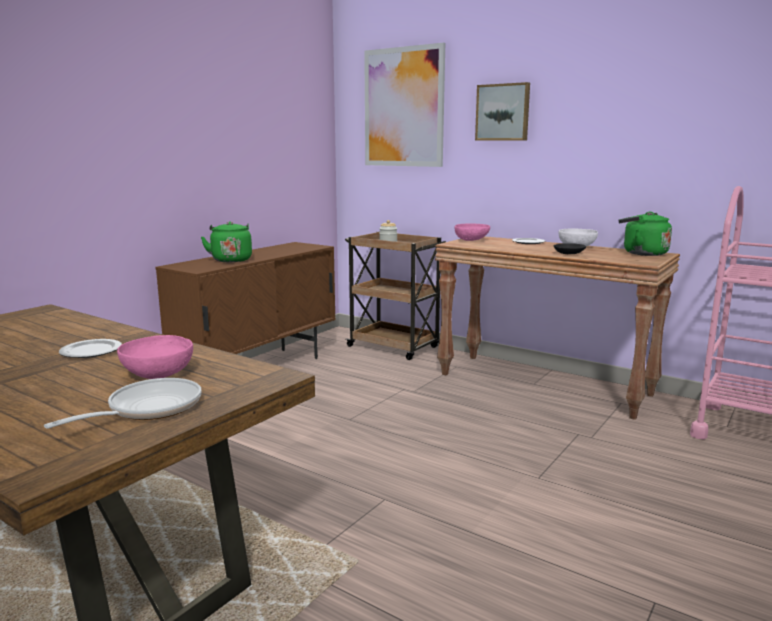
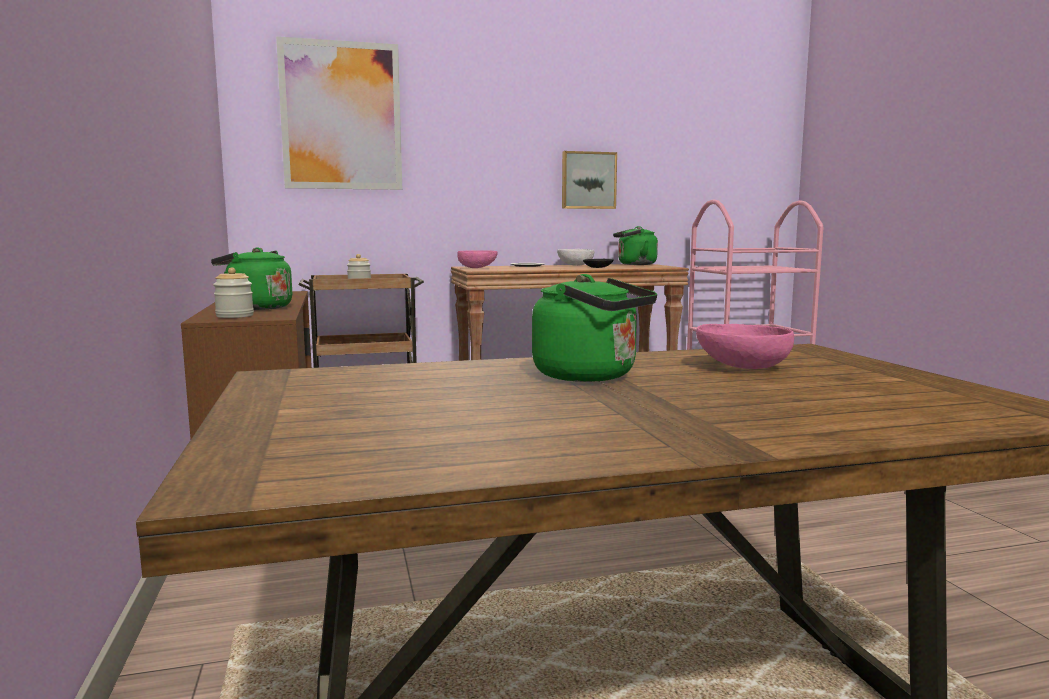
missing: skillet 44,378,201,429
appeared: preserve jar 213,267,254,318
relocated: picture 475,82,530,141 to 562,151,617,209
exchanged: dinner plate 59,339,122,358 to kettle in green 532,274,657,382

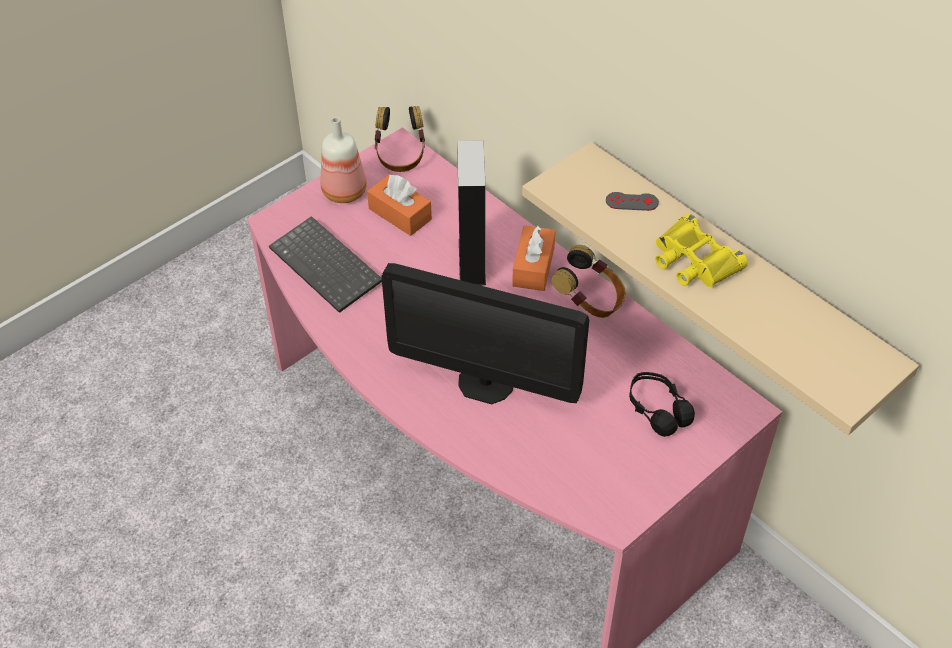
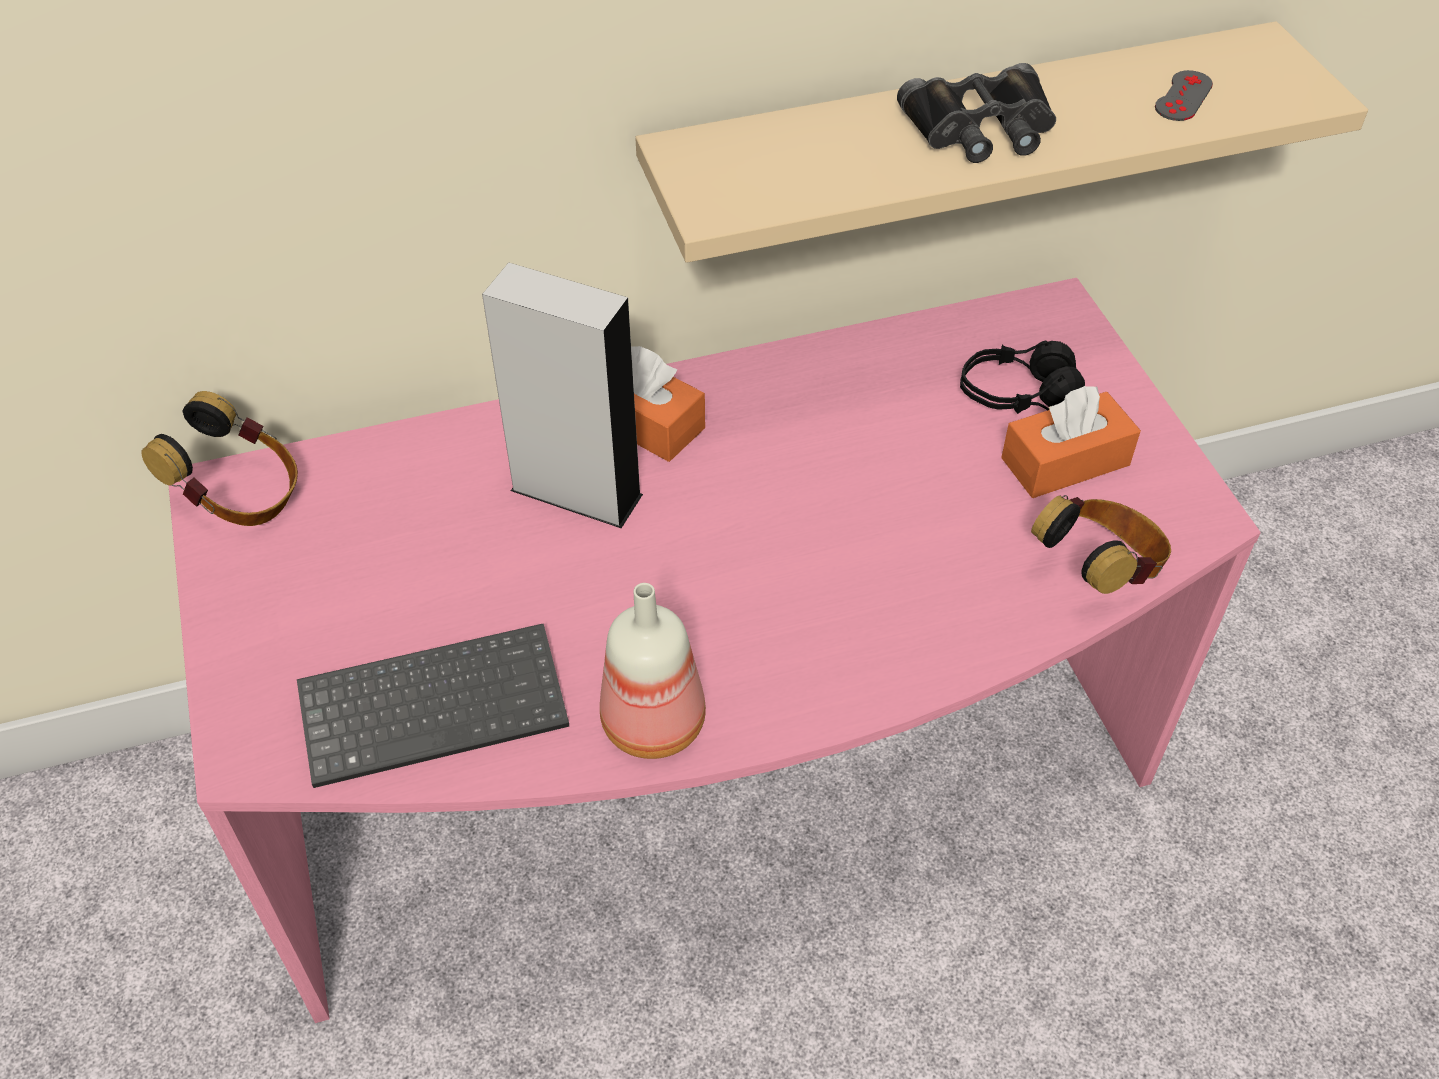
missing: computer screen 381,263,589,404
relocated: bottle 320,117,367,203 to 600,583,706,759; tissue box in orangey 367,175,432,236 to 1001,386,1141,498; joypad in grey 606,192,659,211 to 1155,70,1213,121; headset 552,245,626,318 to 1031,495,1171,594
colour: binoculars in yellow-coloured 656,214,748,287 to binoculars in black 897,63,1056,163

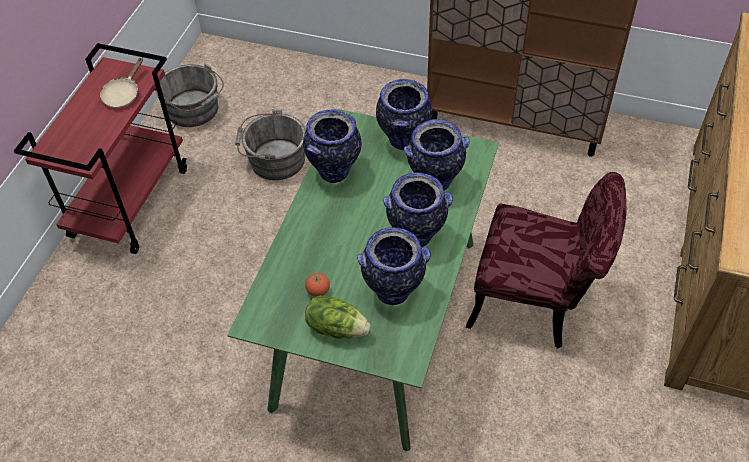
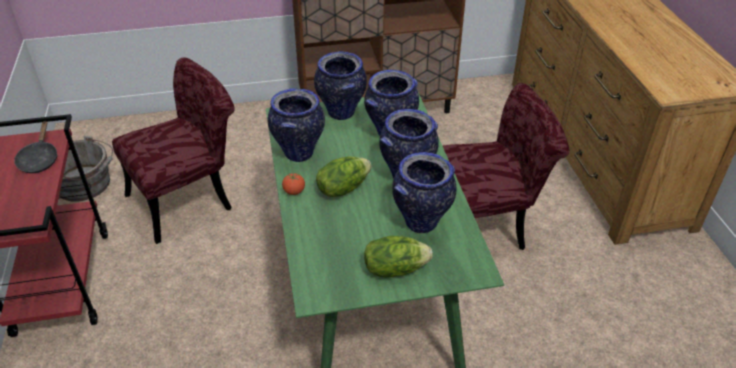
appeared: lettuce 316,156,372,197
relocated: whole tomato 305,273,330,297 to 282,173,305,195
exchanged: water bucket in grey 235,109,306,180 to chair in red-coloured 112,57,235,244
colour: skillet in sand-coloured 100,57,143,108 to skillet in black 14,121,58,173

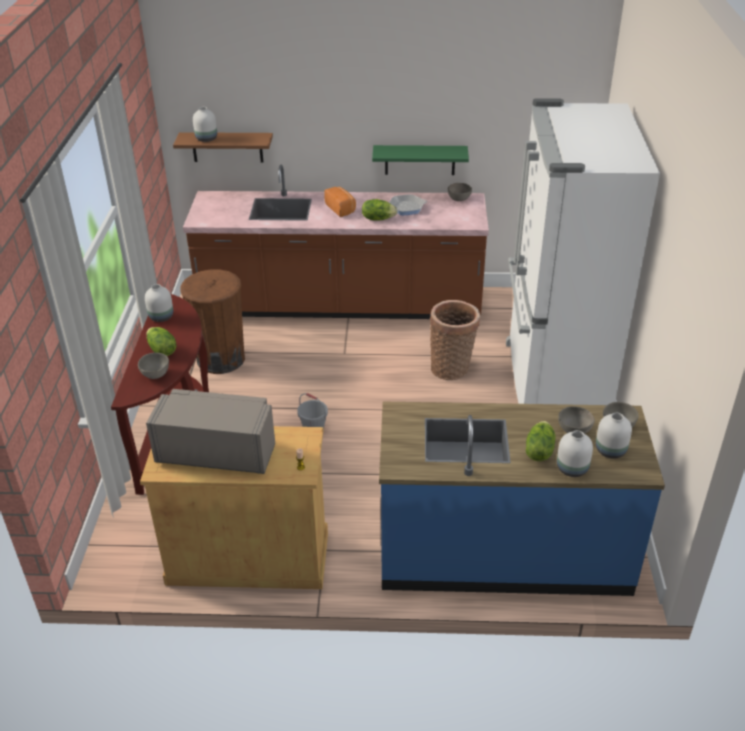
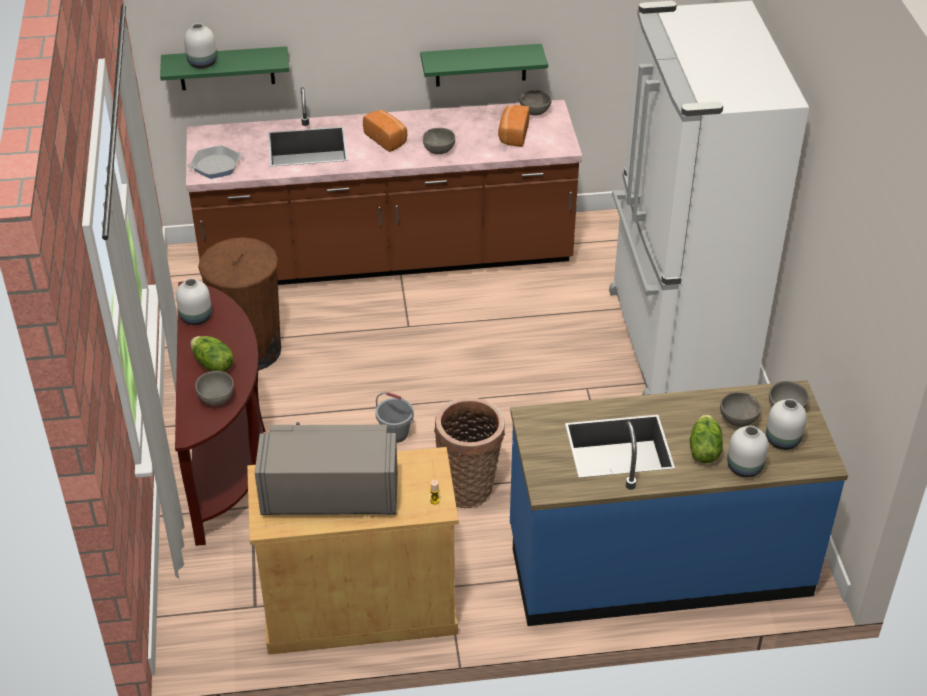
appeared: bakery bread 498,105,530,147
relocated: skillet 389,194,427,215 to 188,145,243,179; basket 430,300,480,380 to 434,397,505,508
exchanged: lettuce 362,199,397,220 to serving bowl in grey 423,128,455,154
colour: wall shelf in brown 173,132,273,162 to wall shelf in green 160,46,289,90

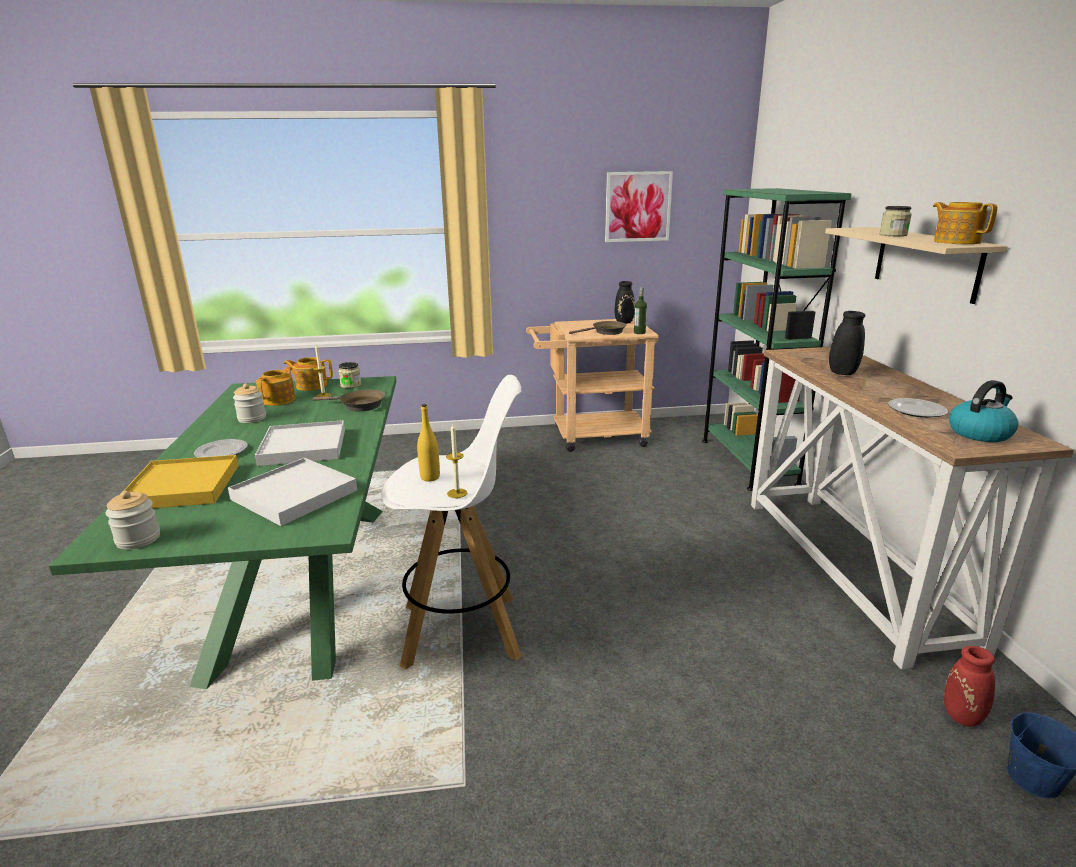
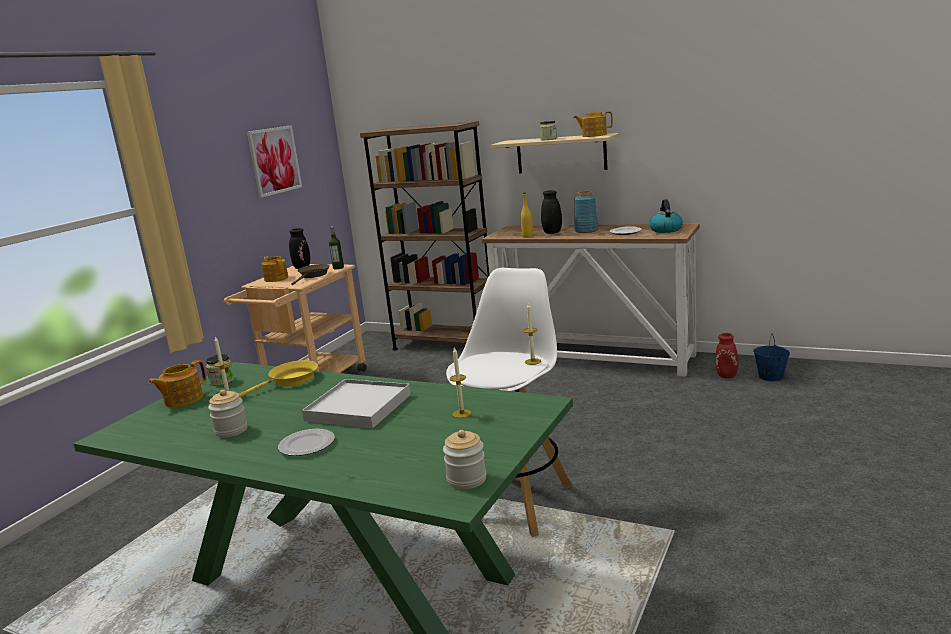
missing: tray in yellow-coloured 124,455,238,508
appeared: decorative vase in bluish 574,191,599,233
relocated: tea pot 256,367,296,406 to 261,256,288,282; bottle in yellow-coloured 417,404,440,482 to 521,193,533,238
exchanged: tray in whitish 228,458,357,526 to candle 450,347,472,418
colour: bookcase in green 702,188,852,491 to bookcase in brown 360,121,489,351; skillet in brown 313,390,385,411 to skillet in yellow-coloured 239,360,318,397

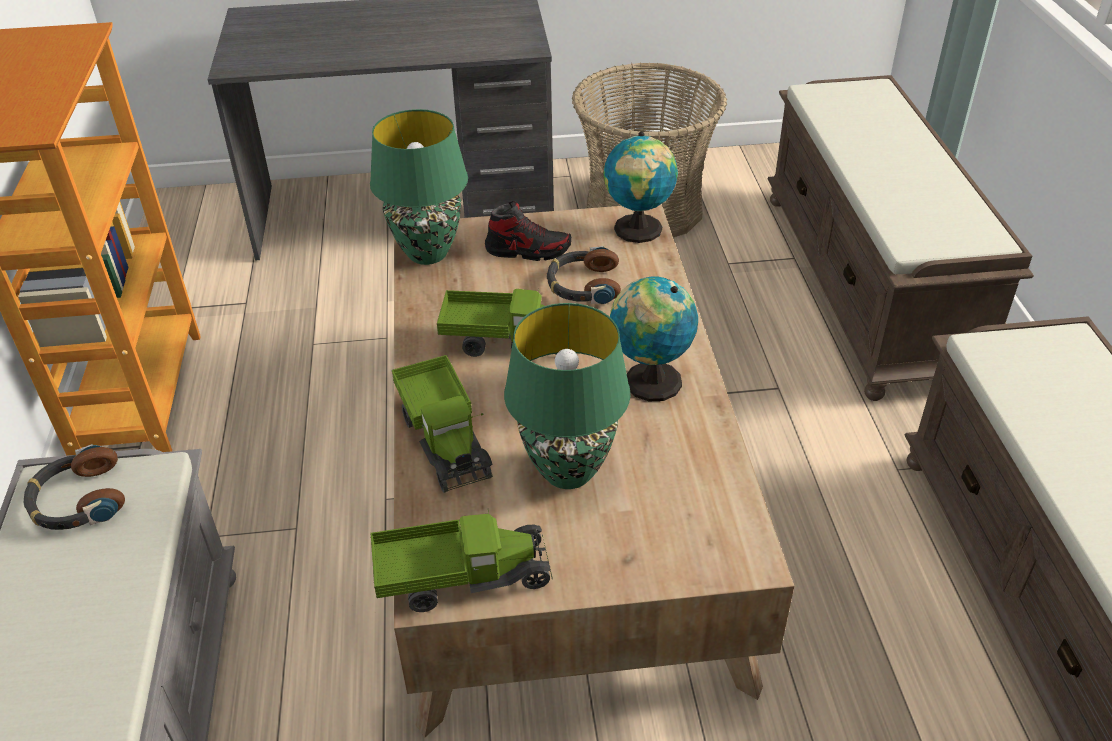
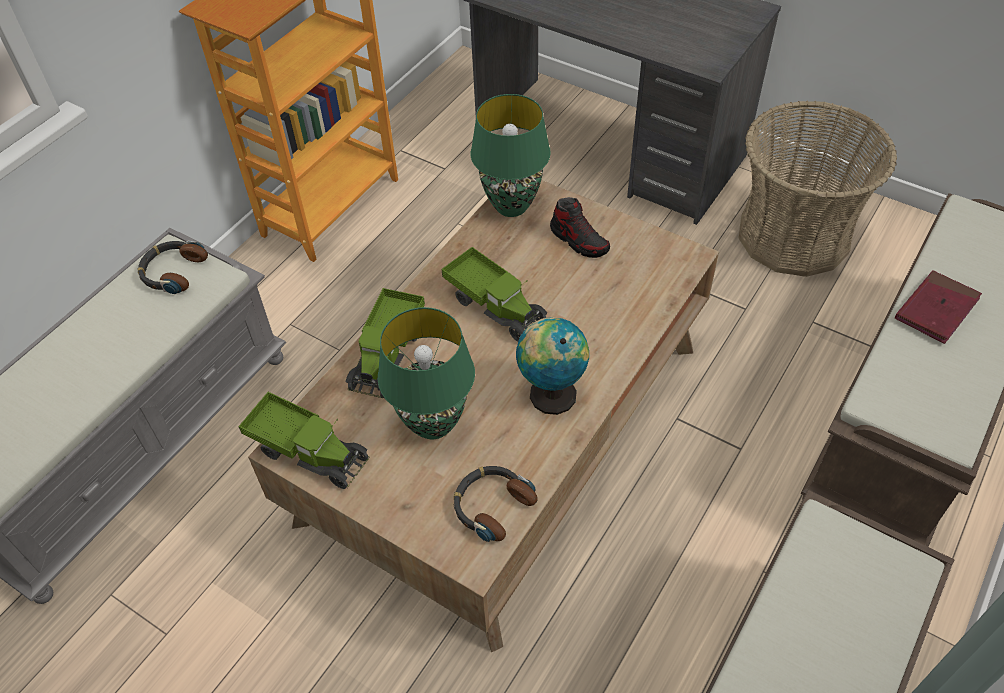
missing: world globe 603,131,678,243
appeared: volume in red-coloured 895,270,982,344
relocated: headset 547,246,621,305 to 454,466,538,542

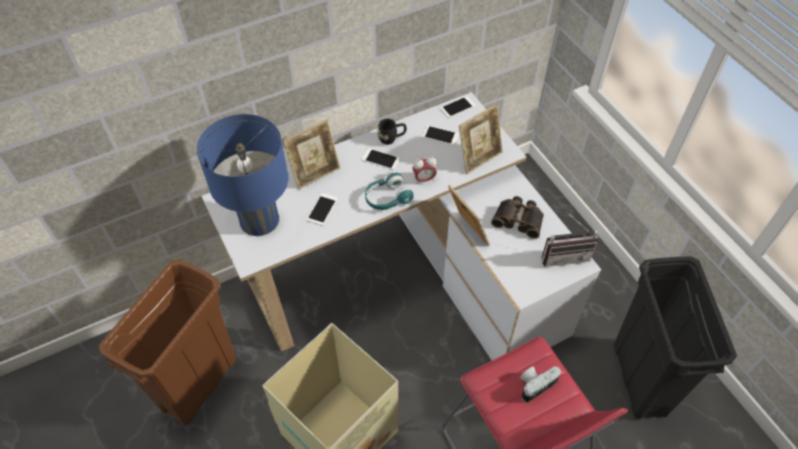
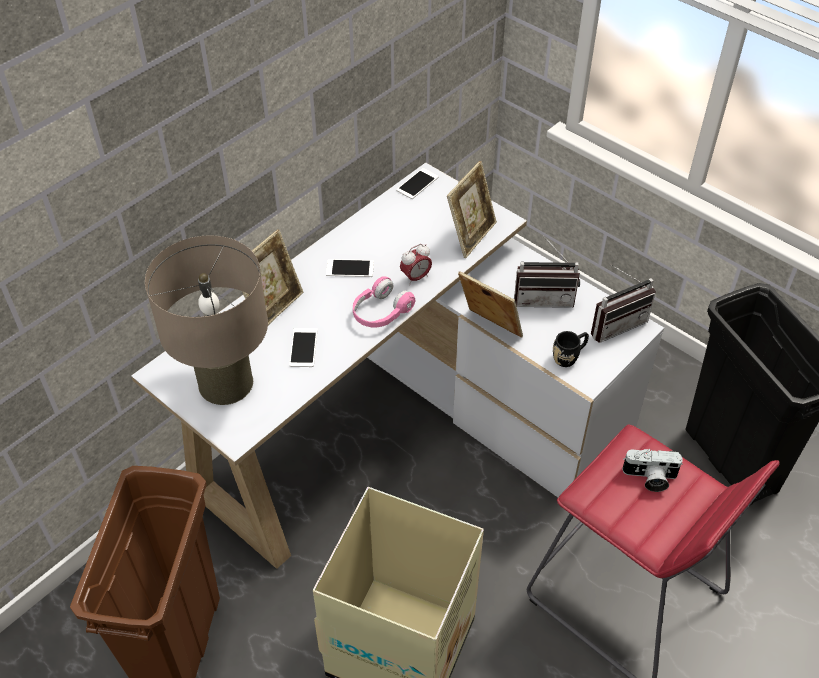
missing: phone 422,125,459,145
relocated: mug in black 377,119,407,145 to 553,331,589,367
exchanged: binoculars 491,196,544,239 to radio 514,235,580,308
colour: tabletop lamp in bluish 197,114,289,236 to tabletop lamp in sand-coloured 145,236,268,405; headset in blue-green 365,173,414,210 to headset in pinkish 353,276,415,327
spun: photo camera 520,367,561,403 = 622,449,683,492 120 degrees counterclockwise

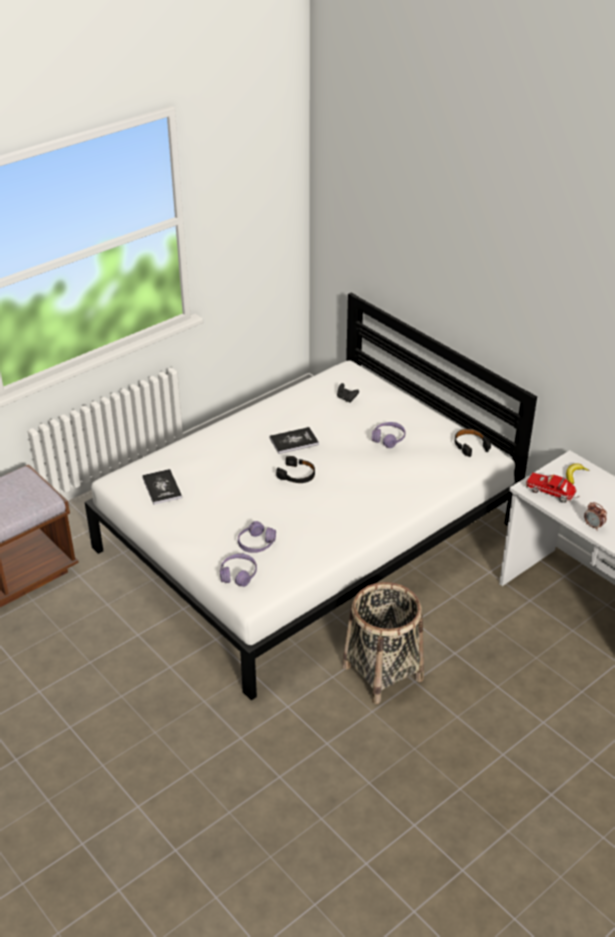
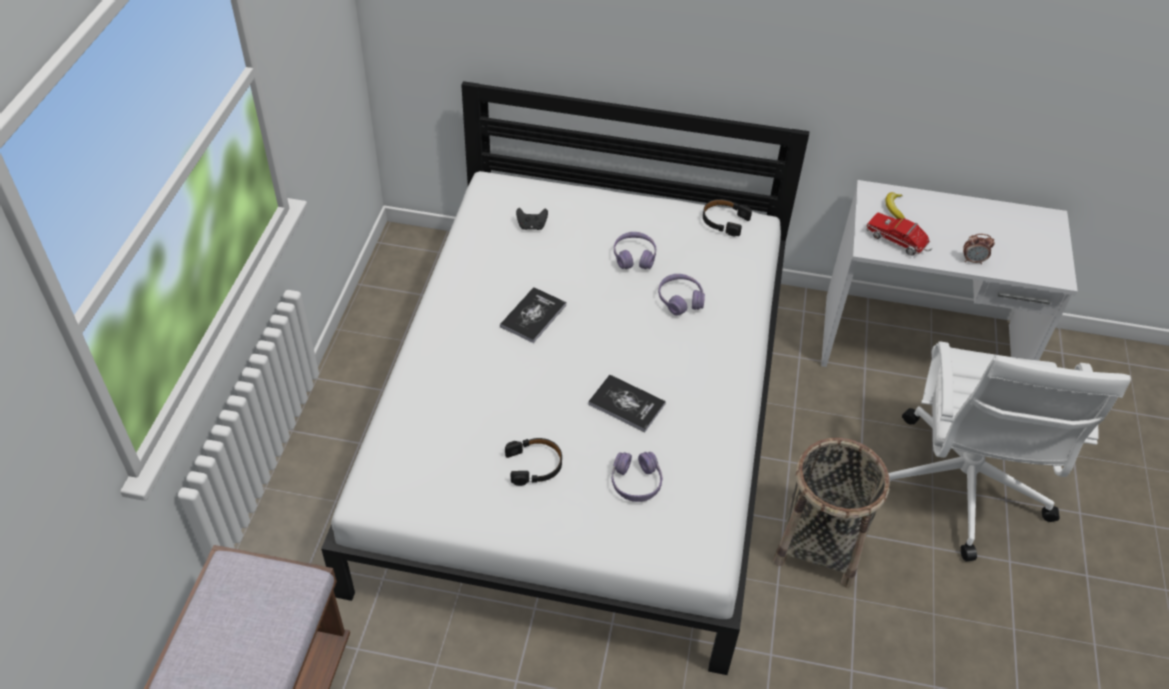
appeared: computer chair in whitish 888,342,1131,562
relocated: headset in black 276,456,315,483 to 505,438,562,486; volume 142,469,182,505 to 588,375,666,432; headset in purplish 220,554,257,587 to 658,274,705,316
spun: toy lorry 526,473,579,503 = 866,212,932,256 45 degrees clockwise

